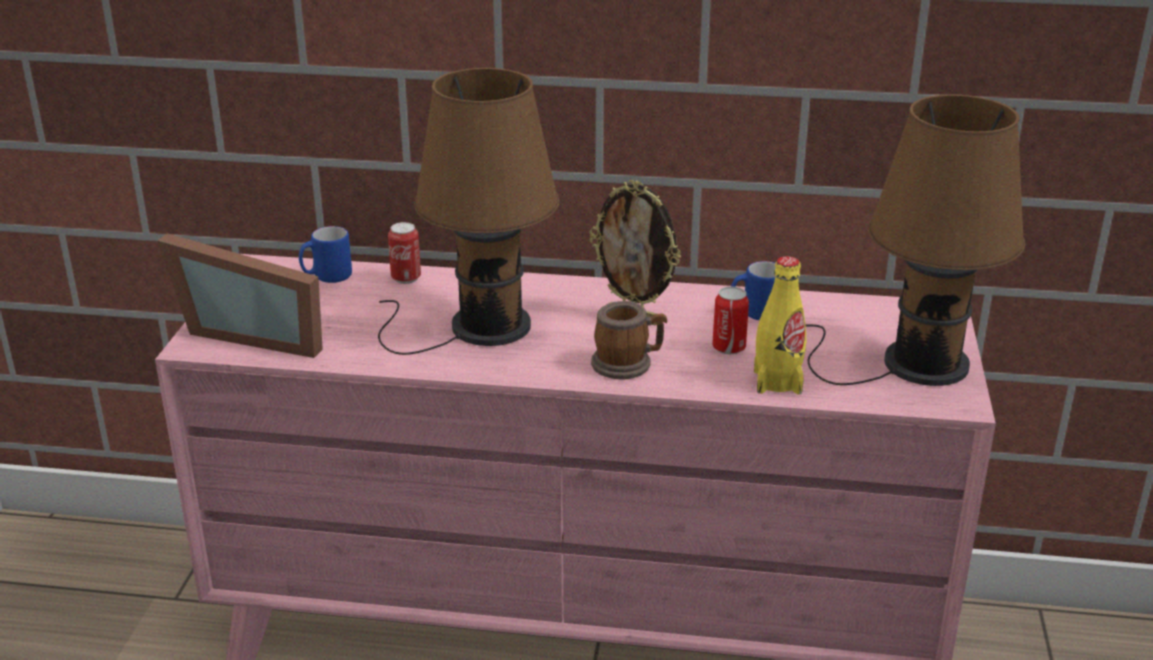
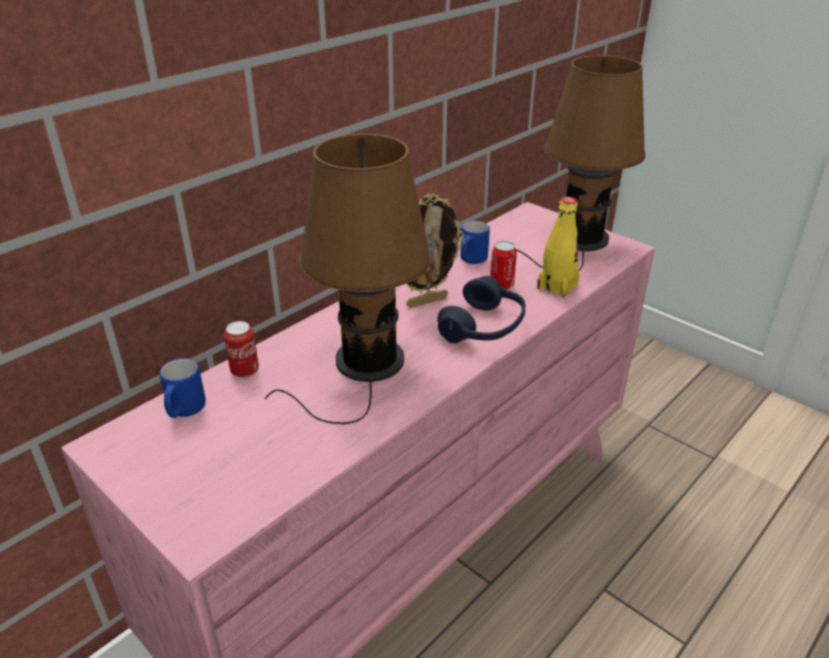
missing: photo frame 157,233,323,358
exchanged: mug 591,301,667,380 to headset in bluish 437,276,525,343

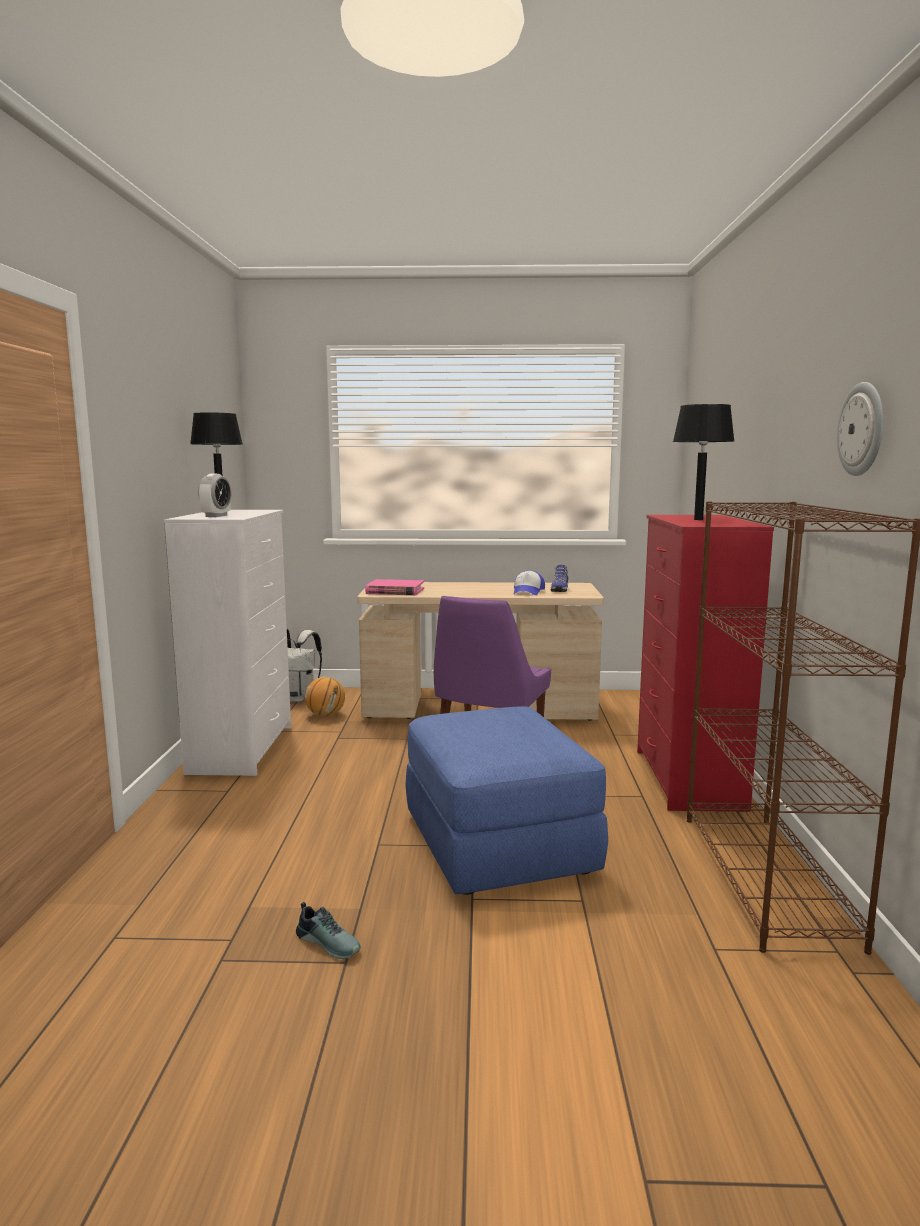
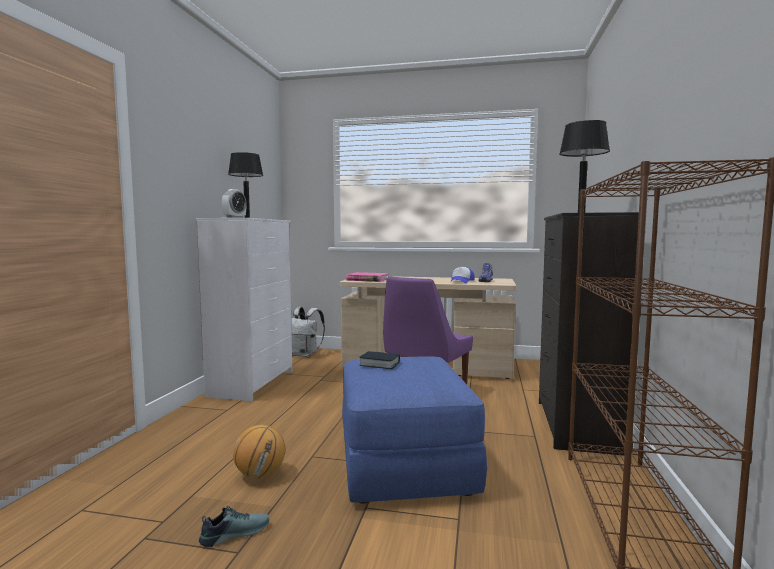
missing: wall clock 837,382,884,476
appeared: volume 359,351,400,369
relocated: basketball 305,677,345,717 to 233,425,285,478
colour: dresser in red-coloured 637,515,774,812 to dresser in black 539,212,639,455
spun: item of footwear 296,902,361,959 = 199,506,269,547 75 degrees counterclockwise

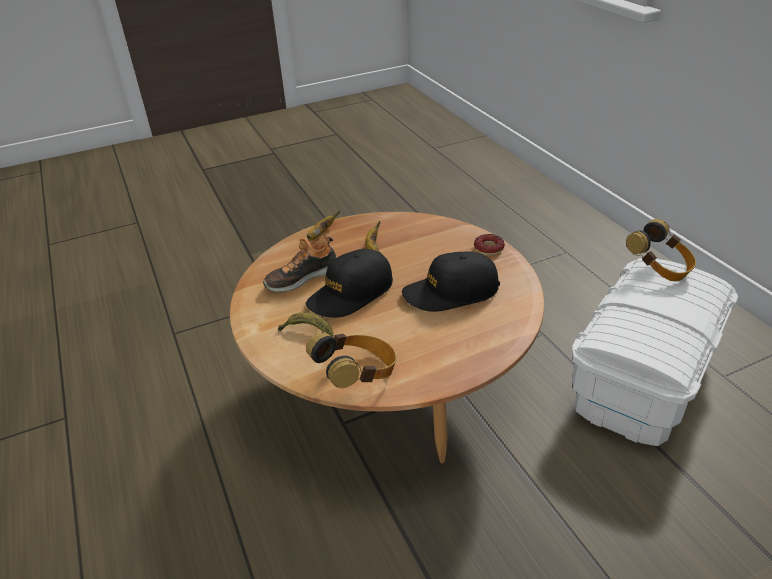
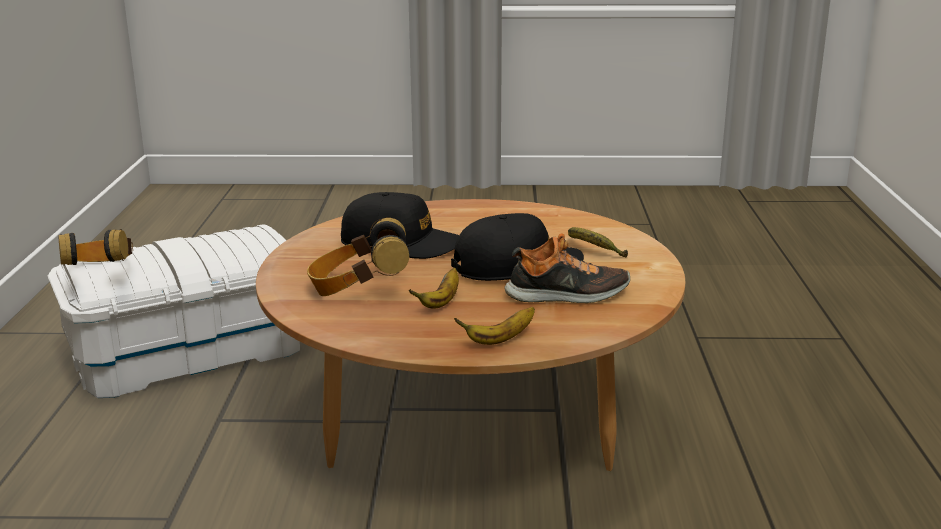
missing: ring doughnut 474,234,505,256
relocated: headset 306,331,397,388 to 307,218,409,296

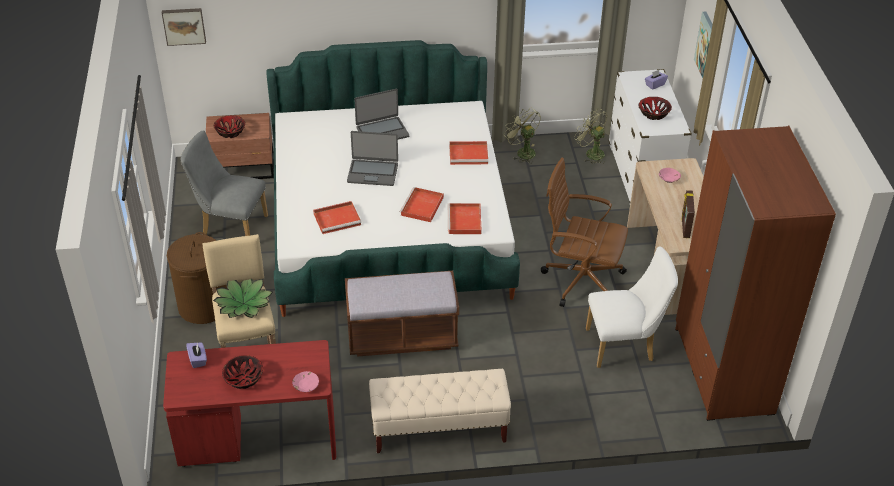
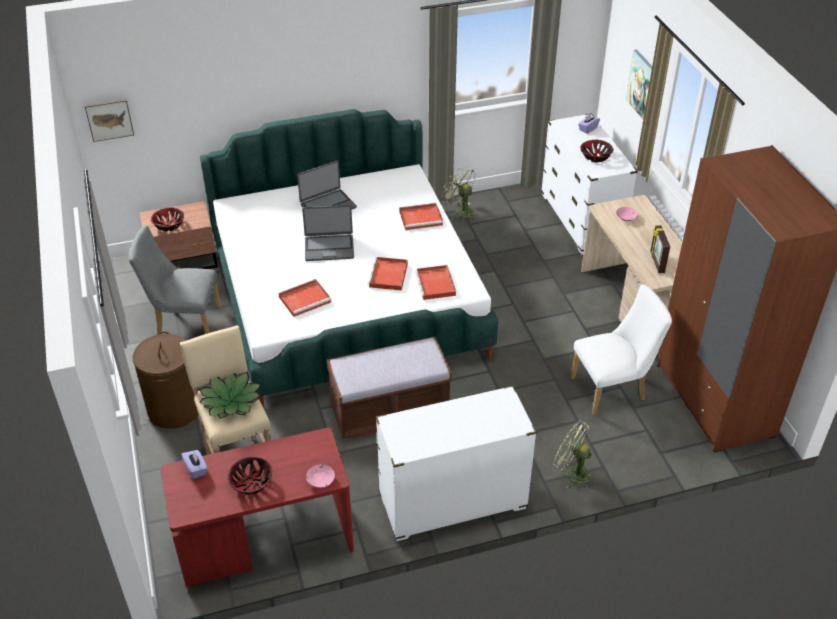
missing: computer chair in brown 541,158,628,307
relocated: cooling fan in green 574,108,607,164 to 553,421,594,491
exchanged: long seat in sand-coloured 369,369,511,453 to dresser in whitish 376,386,537,541

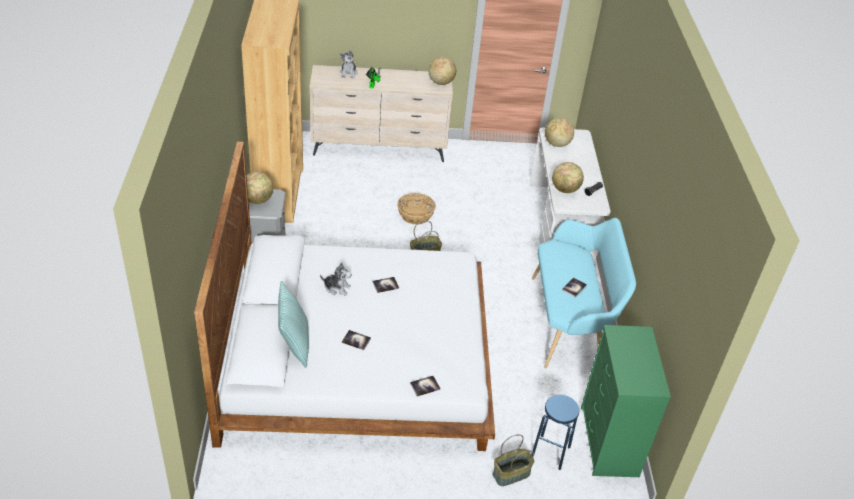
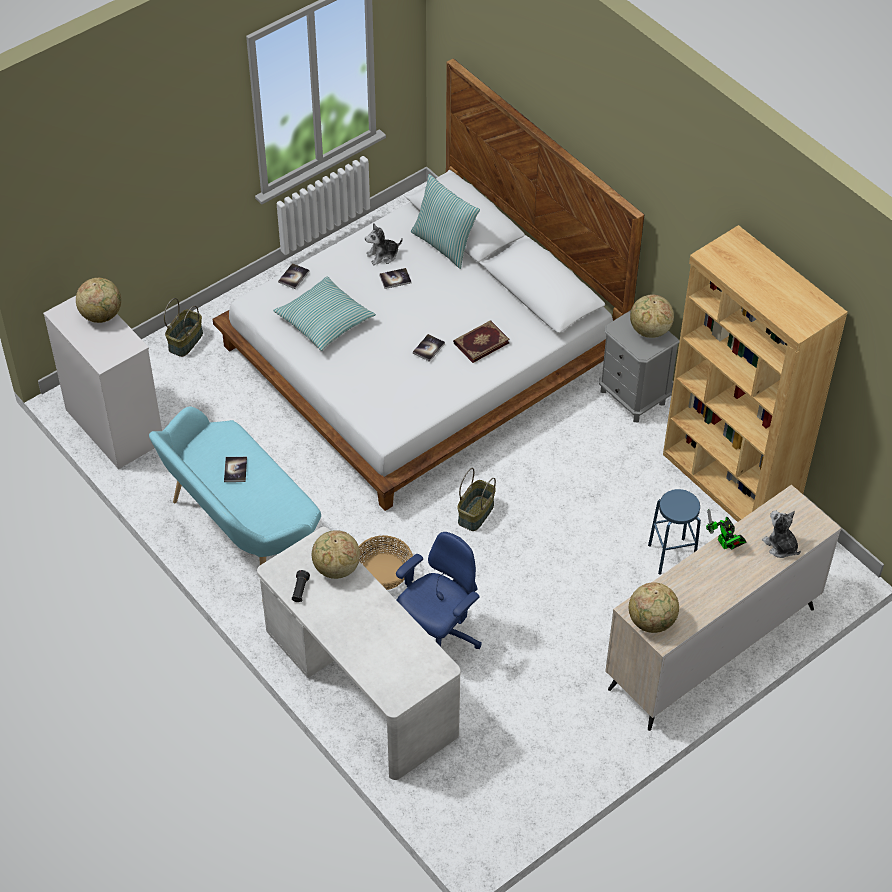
appeared: pillow 273,276,376,351; volume 453,320,510,363; computer chair in bluish 396,532,482,649
relocated: world globe 545,118,574,147 to 76,278,121,323; basket 397,193,436,225 to 359,535,413,590; cuddly toy 320,263,352,296 to 365,223,403,265; sitting stool in bluish 531,395,580,470 to 648,489,701,575
colour: dresser in green 581,325,671,477 to dresser in whitish 43,296,162,469

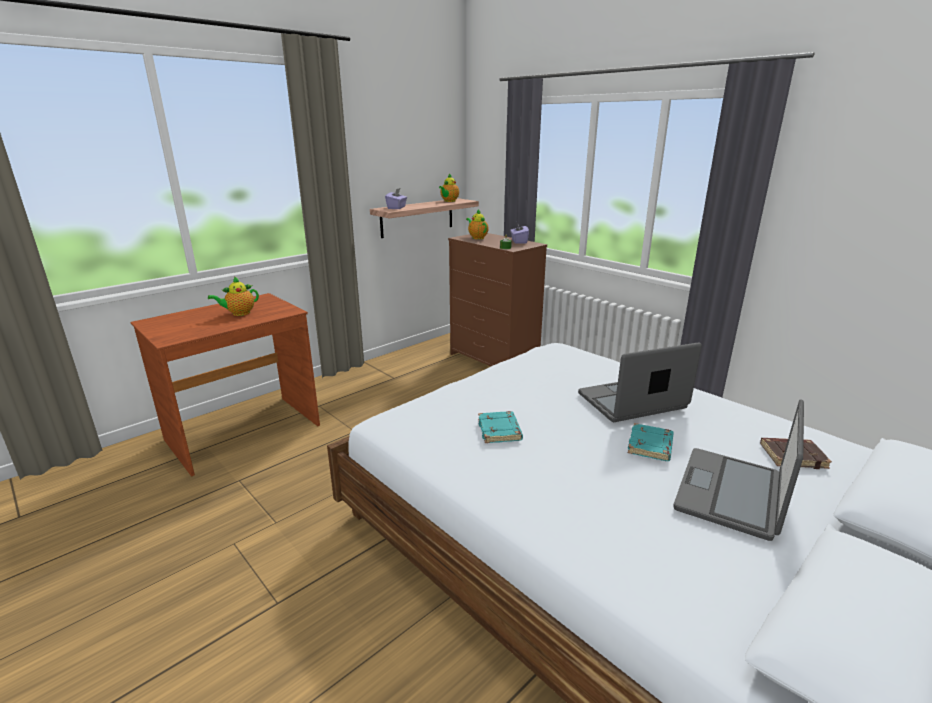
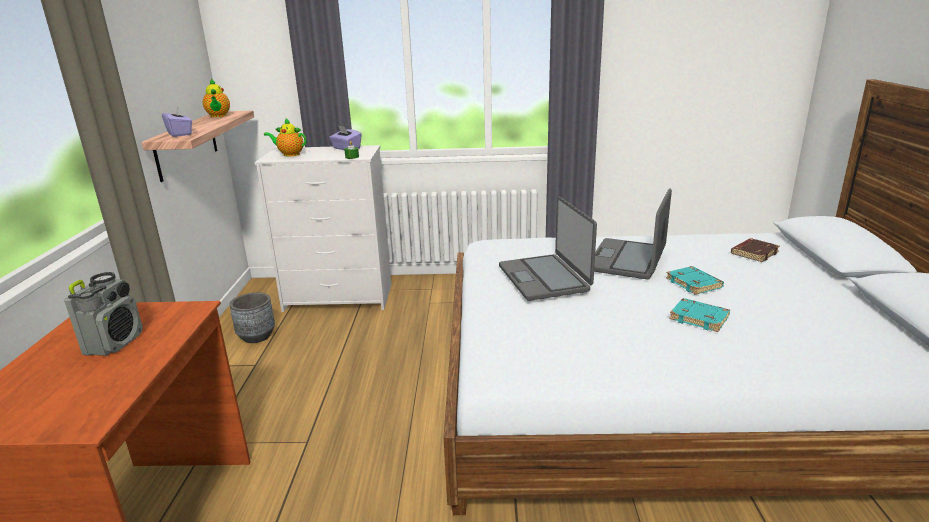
appeared: plant pot in grey 230,292,275,343
relocated: notebook computer 673,399,804,541 to 499,196,597,301; volume in blue-green 478,411,523,443 to 669,298,730,332
exchanged: tea pot 208,277,259,316 to radio 64,272,143,356
colour: dresser in brown 448,233,547,366 to dresser in whitish 255,145,391,312

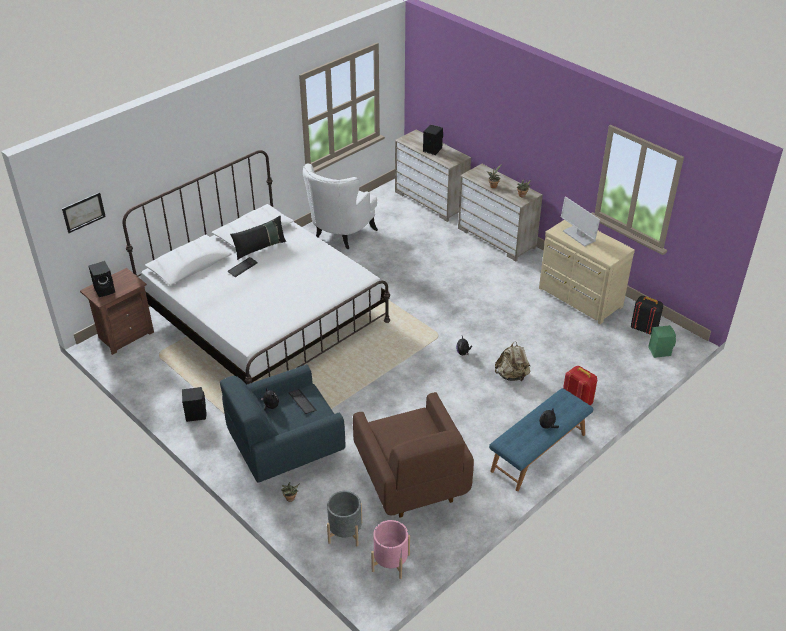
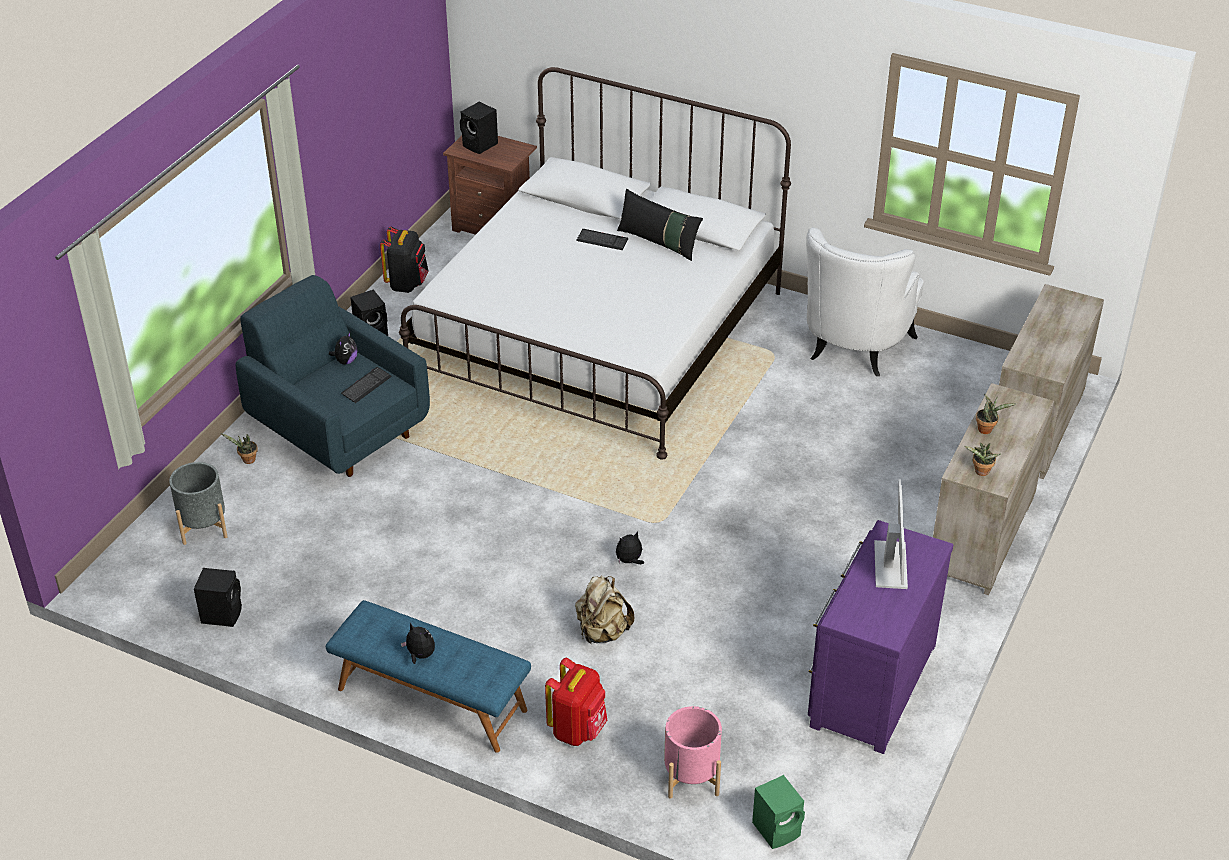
missing: picture 62,192,106,233; lounge chair in brown 353,392,474,518
relocated: speaker in black 423,125,443,155 to 194,568,242,627; backpack in black 631,296,663,335 to 380,227,429,293; plant pot in pinkish 371,520,410,579 to 664,706,722,799
colour: dresser in sand-coloured 539,220,635,324 to dresser in purplish 808,520,953,754
spun: lounge chair in whitish 303,163,378,249 = 806,227,924,376 75 degrees counterclockwise; computer screen 561,196,600,247 = 874,479,908,589 150 degrees clockwise

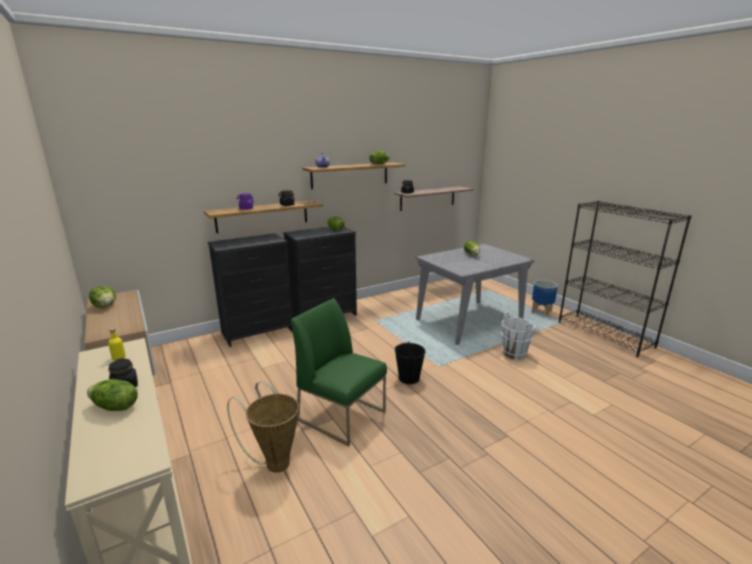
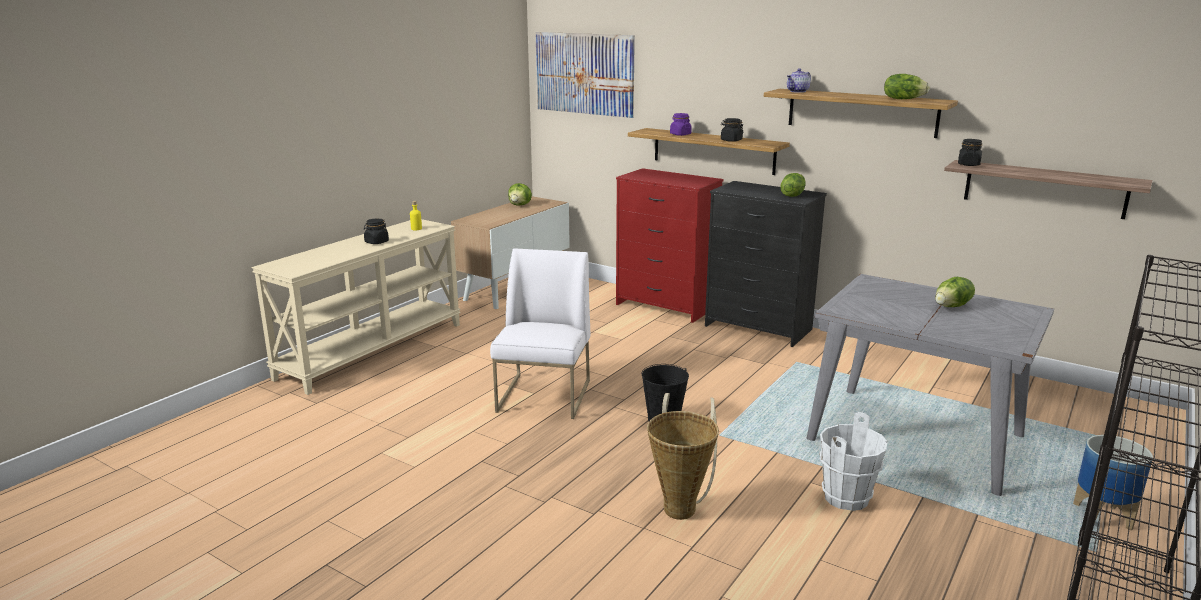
missing: lettuce 87,379,138,411
appeared: picture 536,32,635,118
relocated: basket 227,381,299,473 to 647,393,719,520
colour: dresser in black 208,233,292,347 to dresser in red-coloured 616,168,723,323; chair in green 291,298,387,447 to chair in whitish 490,248,590,419

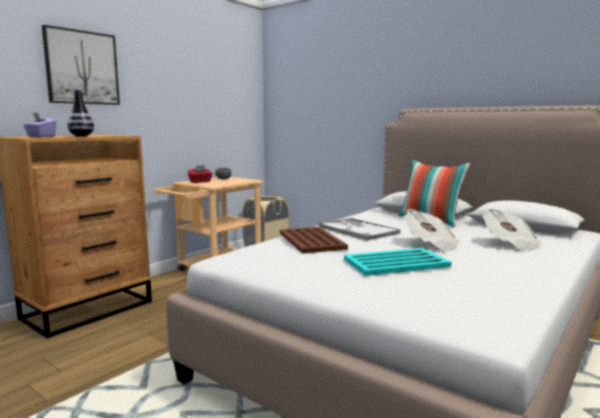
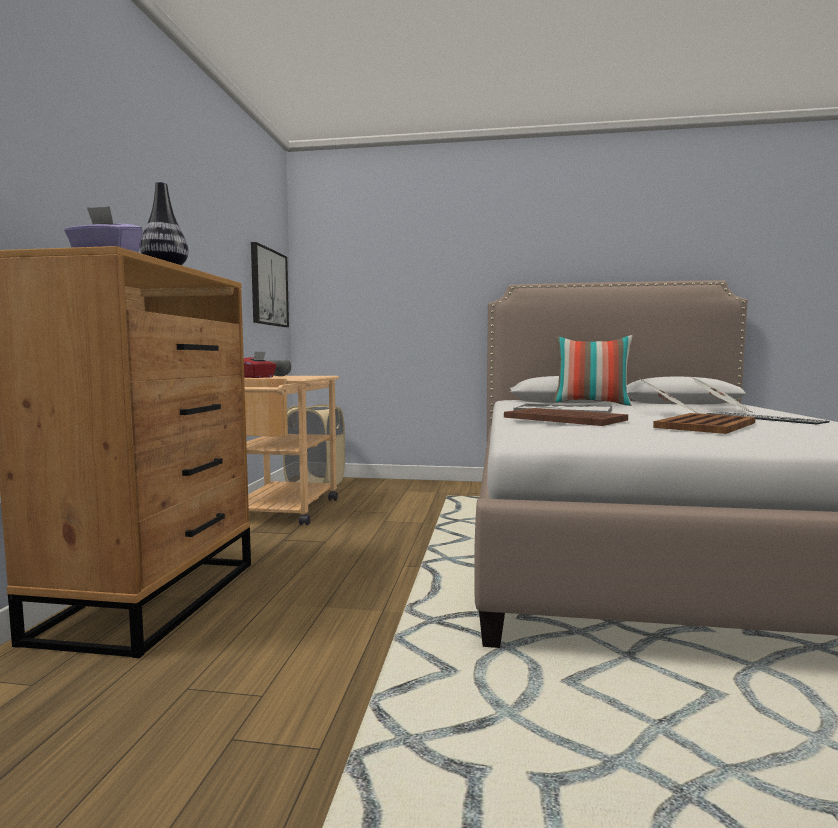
appeared: keyboard 707,412,830,424
relocated: picture 42,25,120,105 to 251,242,289,327
colour: tray in blue-green 344,248,451,276 to tray in brown 653,413,756,434

